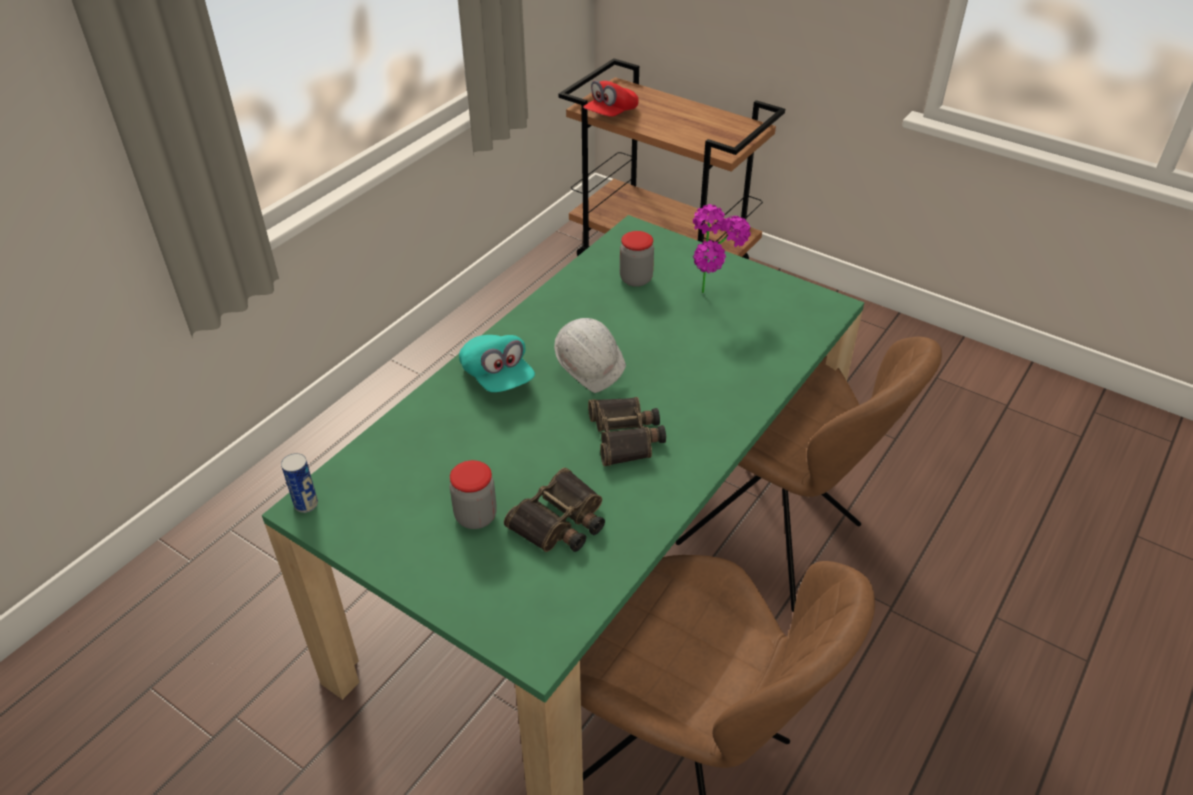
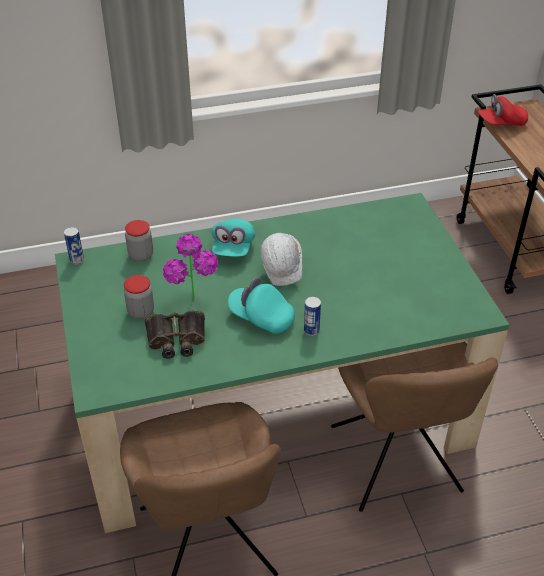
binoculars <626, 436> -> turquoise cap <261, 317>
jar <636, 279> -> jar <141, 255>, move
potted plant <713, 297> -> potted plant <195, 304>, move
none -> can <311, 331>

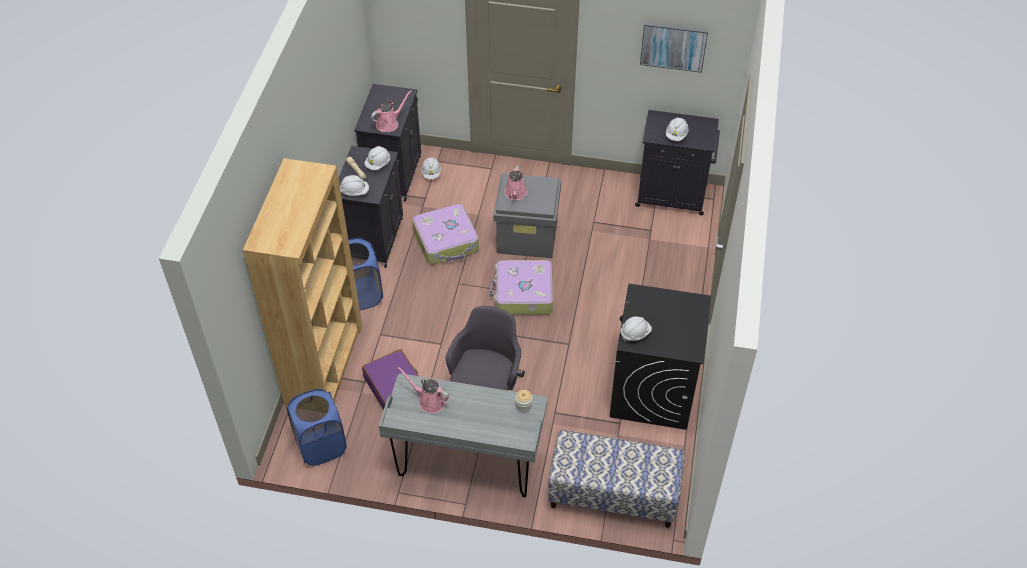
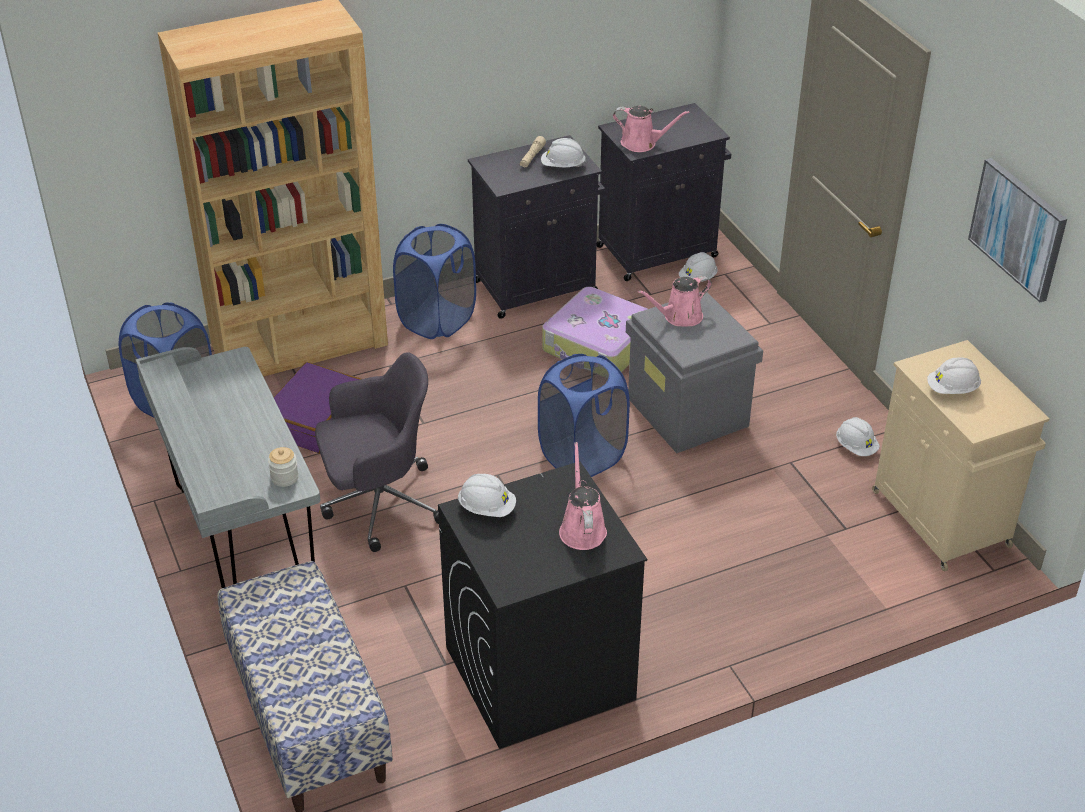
white hard hat <354, 191> -> white hard hat <856, 447>, move
pink watering can <429, 400> -> pink watering can <582, 528>, move
suitcase <523, 294> -> blue laundry basket <582, 456>
black cabinet <673, 196> -> beige cabinet <942, 521>

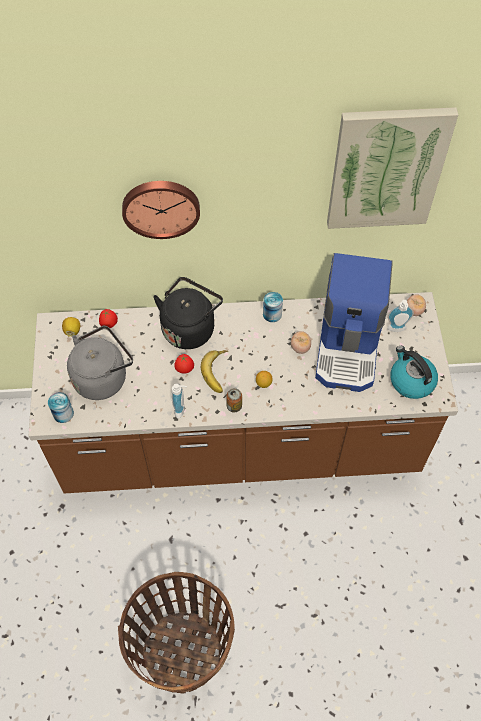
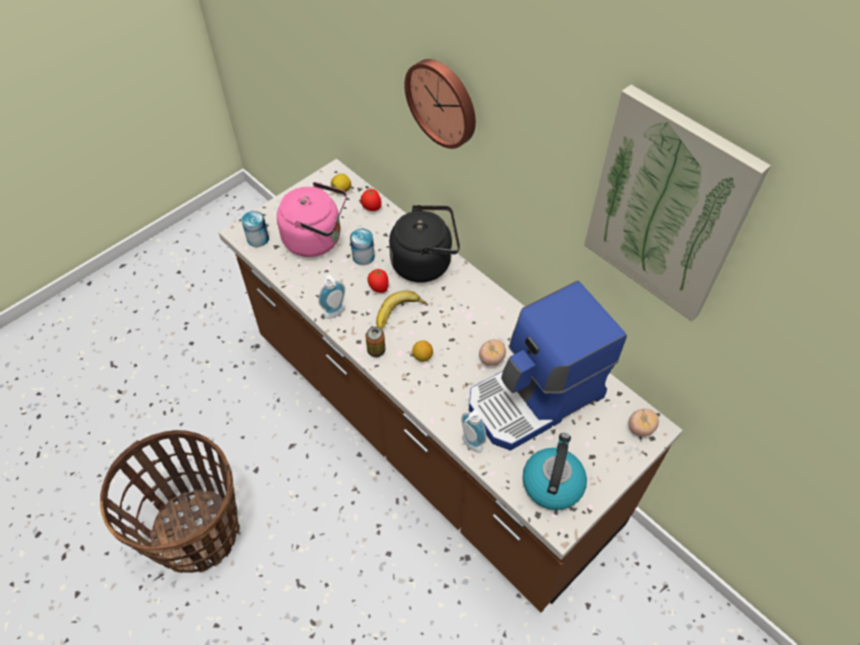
grey kettle <103, 377> -> pink kettle <316, 239>
can <272, 314> -> can <363, 256>, move
soap dispenser <397, 330> -> soap dispenser <470, 445>, move

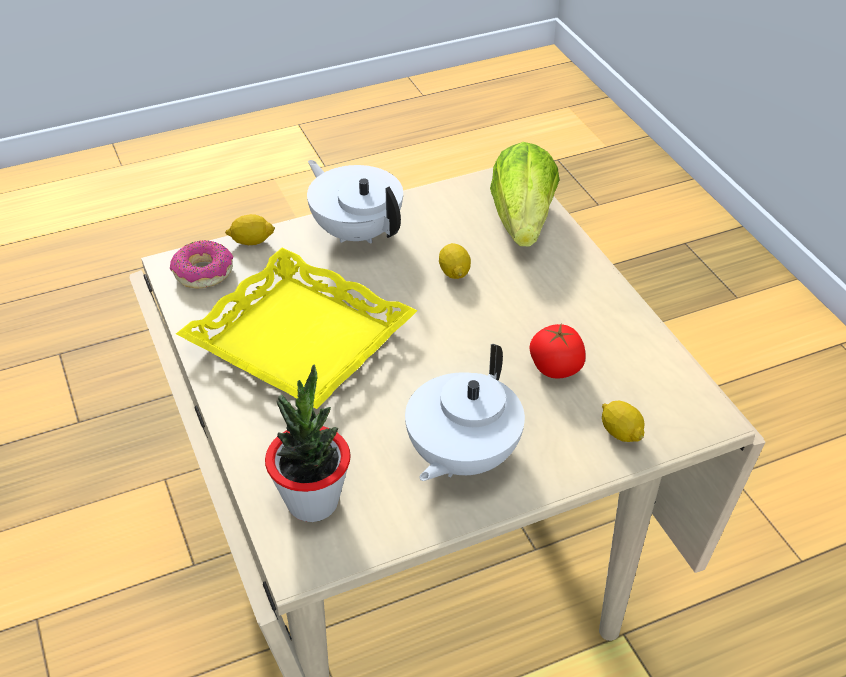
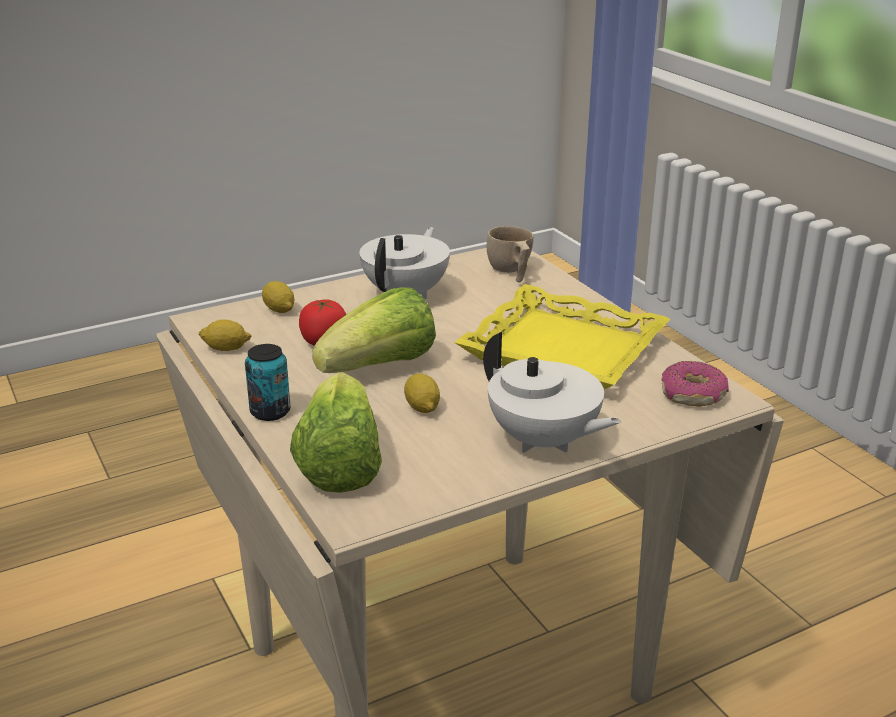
lemon <251, 241> -> lemon <226, 348>, move
potted plant <312, 501> -> beige cup <511, 272>
none -> can <270, 412>
none -> lettuce <381, 367>

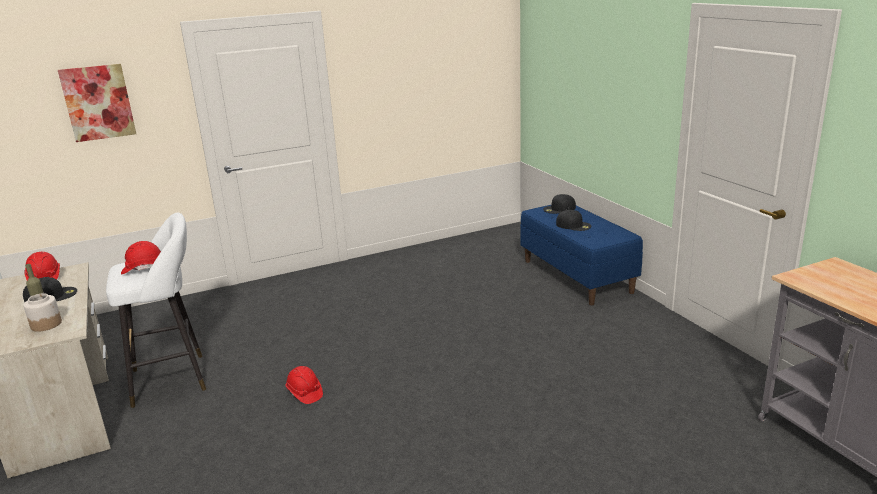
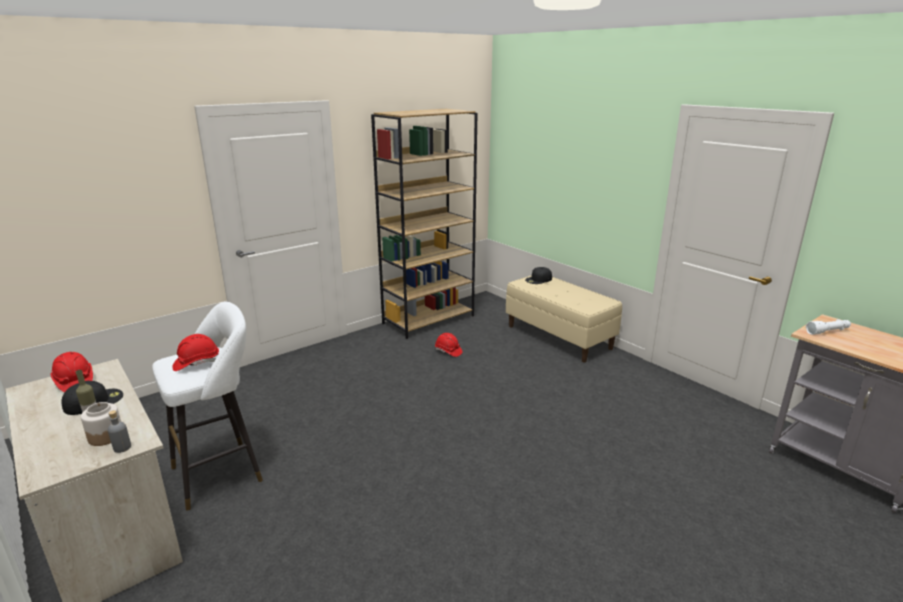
picture <98, 102> -> none
red hard hat <304, 393> -> red hard hat <448, 351>, move
blue bench <577, 276> -> beige bench <559, 337>
black cap <574, 225> -> none
none -> grey bottle <122, 447>
none -> brown bookcase <429, 319>
none -> white flashlight <828, 331>

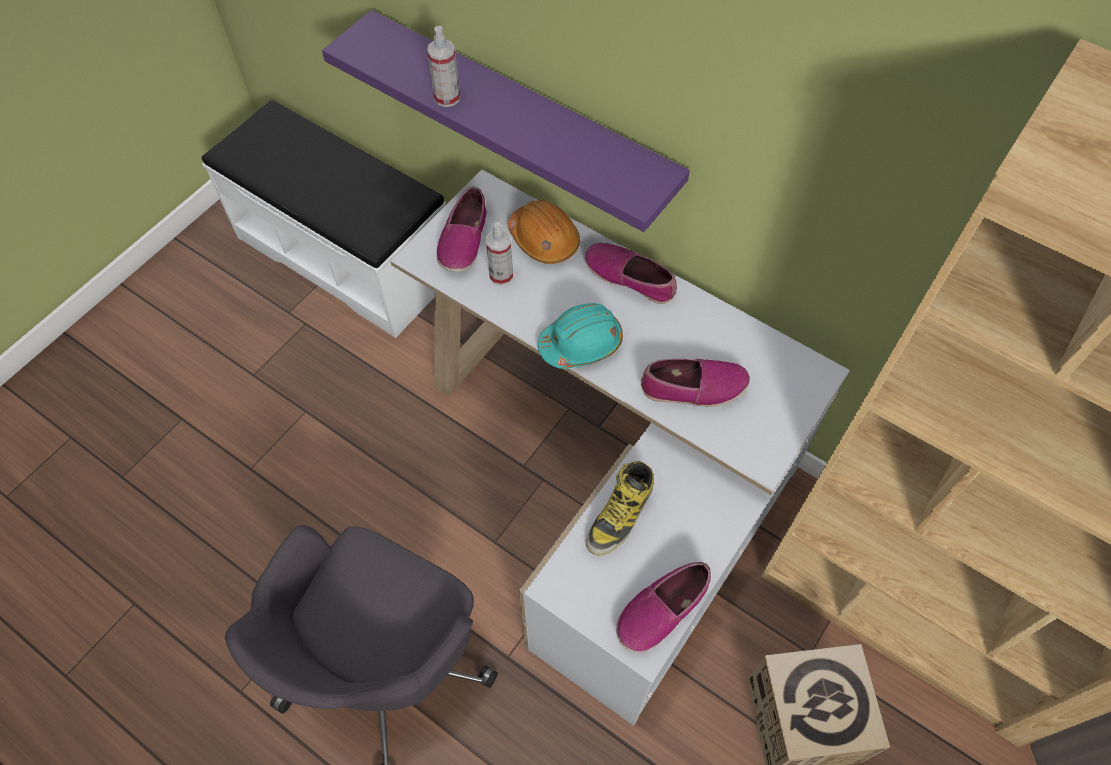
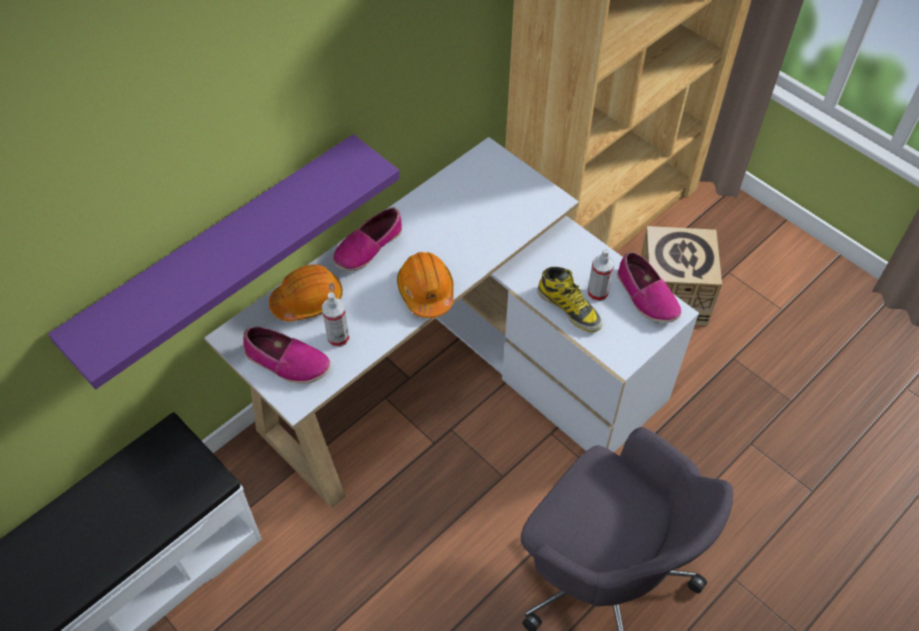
spray bottle <447, 97> -> spray bottle <597, 293>, move
turquoise hard hat <581, 343> -> orange hard hat <426, 291>
shoe <693, 387> -> none

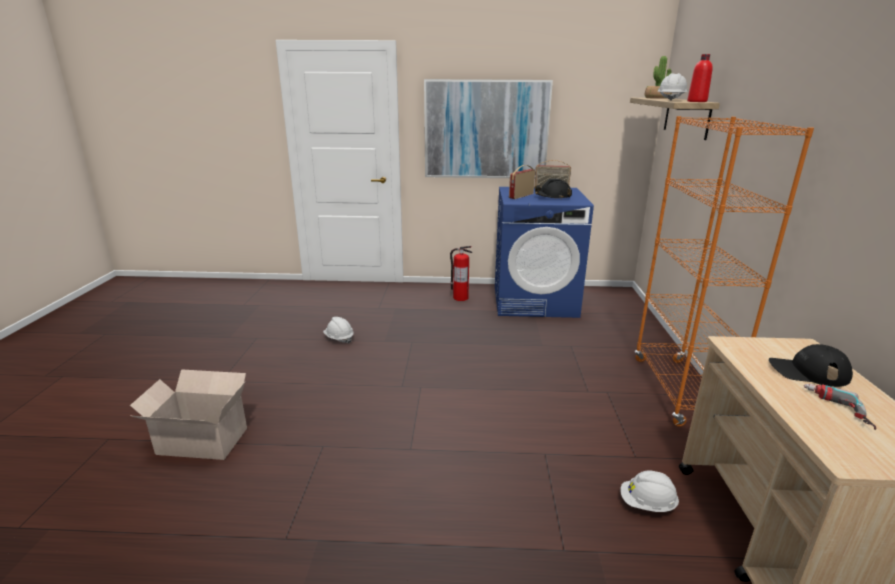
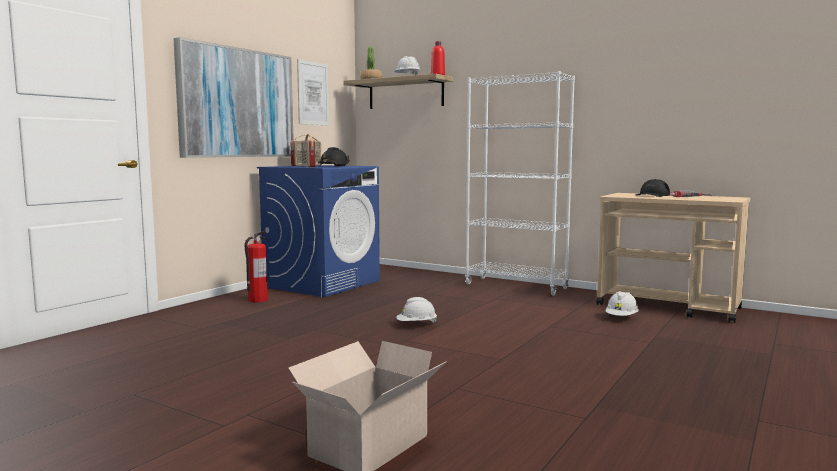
white hard hat <339, 338> -> white hard hat <416, 325>, move
orange bookcase <678, 391> -> white bookcase <516, 286>
none -> picture <313, 93>

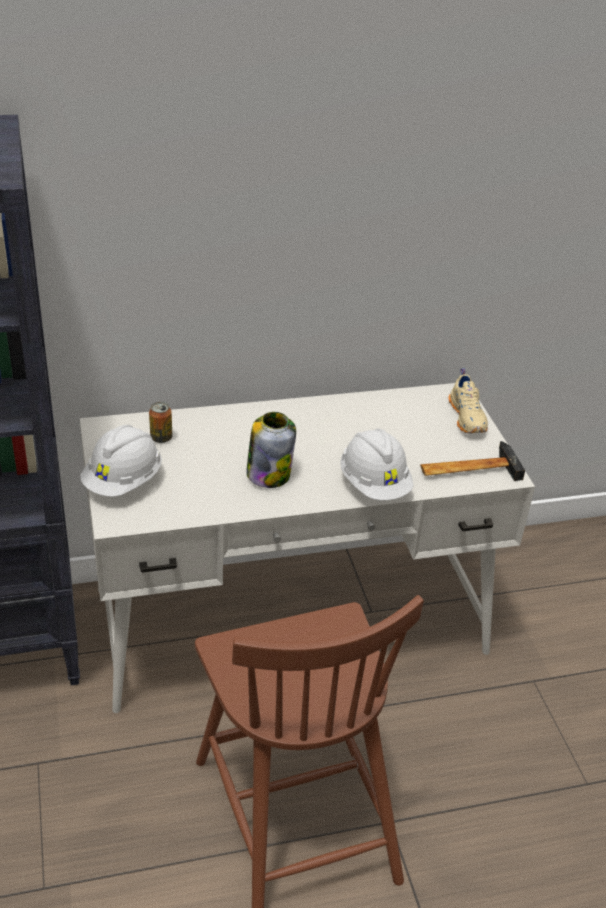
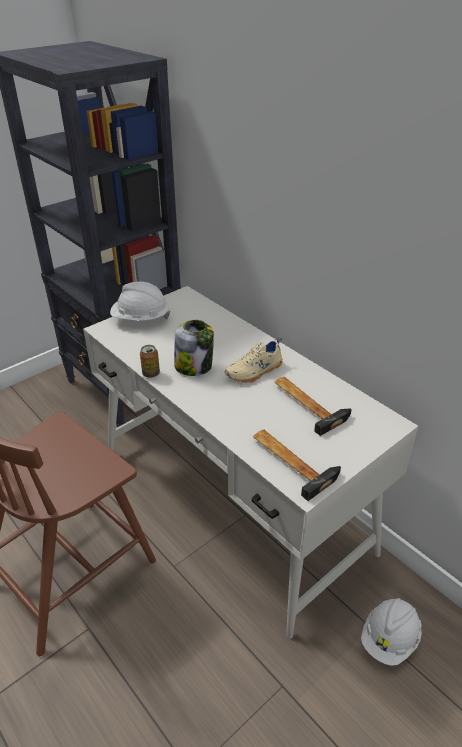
can <161, 438> -> can <151, 373>, move
white hard hat <374, 484> -> white hard hat <389, 639>, move
beige shoe <468, 417> -> beige shoe <255, 372>, move
none -> hammer <307, 403>

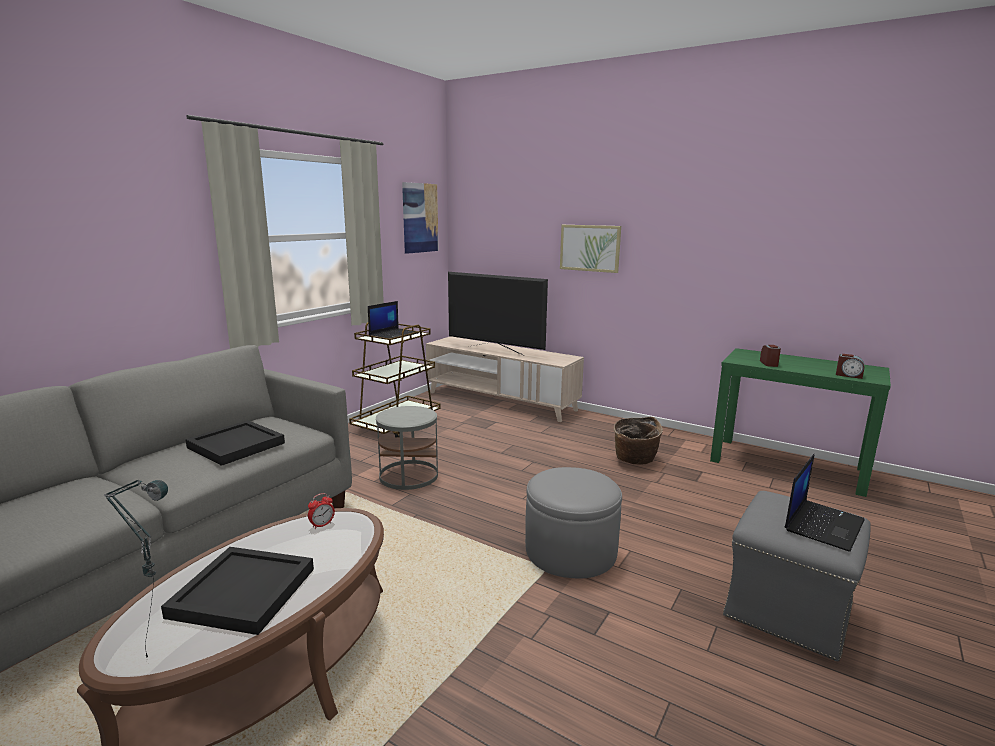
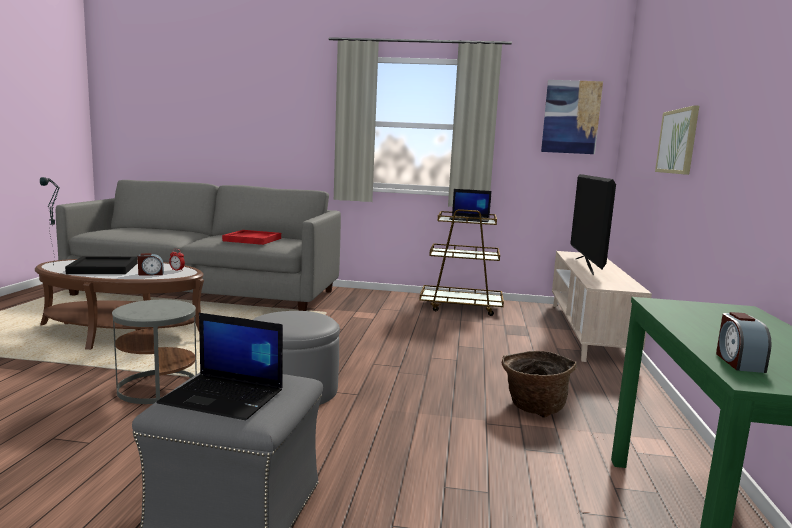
black tray <235, 445> -> red tray <252, 239>
grey side table <409, 476> -> grey side table <157, 388>, move
alarm clock <769, 363> -> alarm clock <151, 274>, move

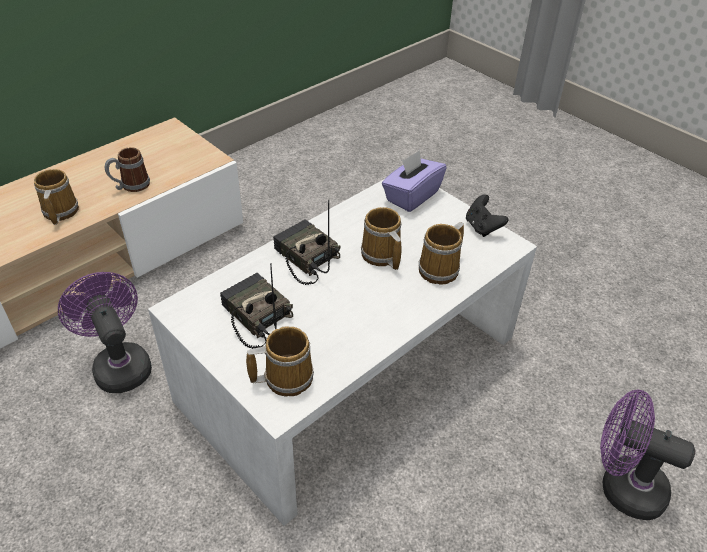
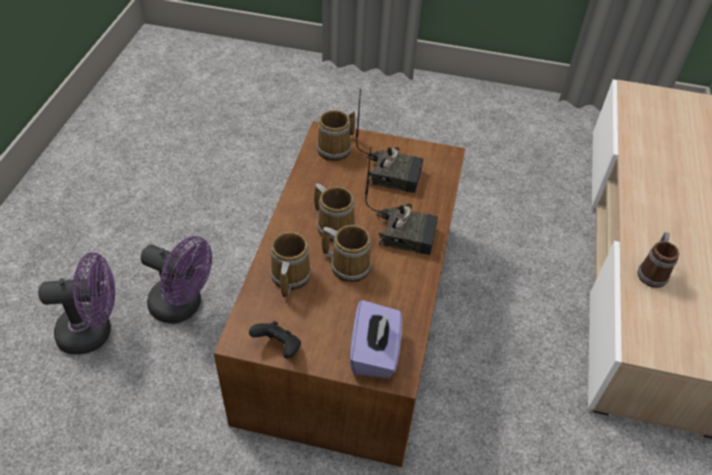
mug <59, 212> -> mug <335, 225>, move
purple fan <119, 364> -> purple fan <183, 306>, move
white coffee table <349, 367> -> brown coffee table <353, 316>

